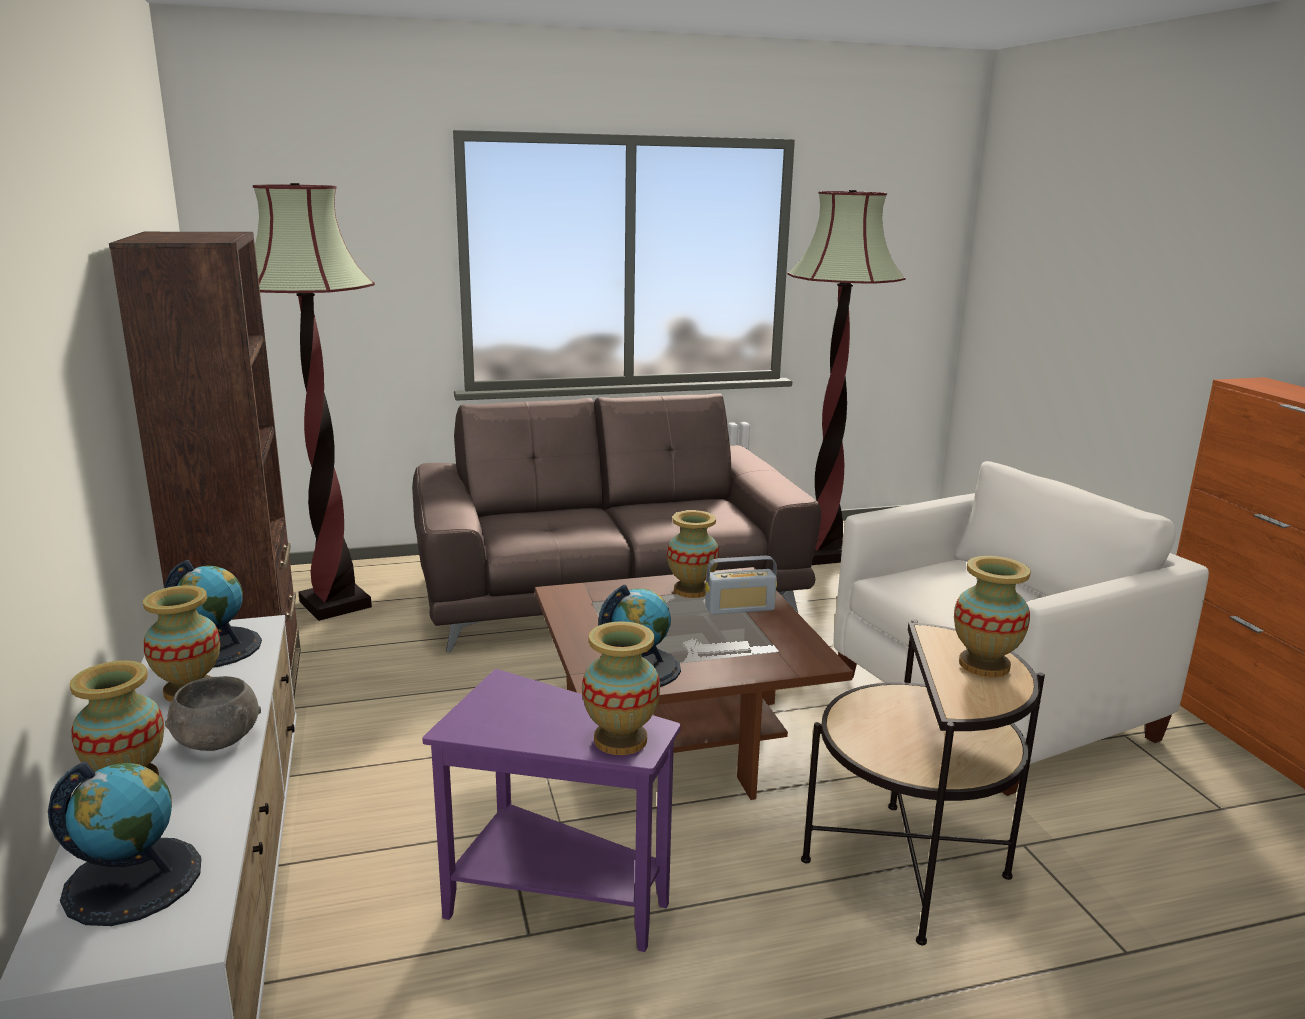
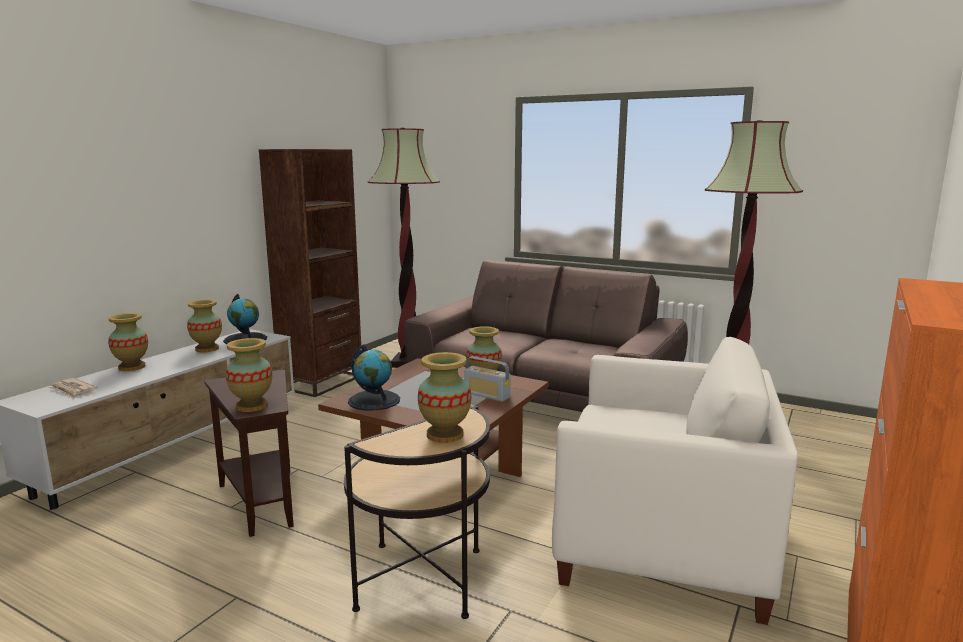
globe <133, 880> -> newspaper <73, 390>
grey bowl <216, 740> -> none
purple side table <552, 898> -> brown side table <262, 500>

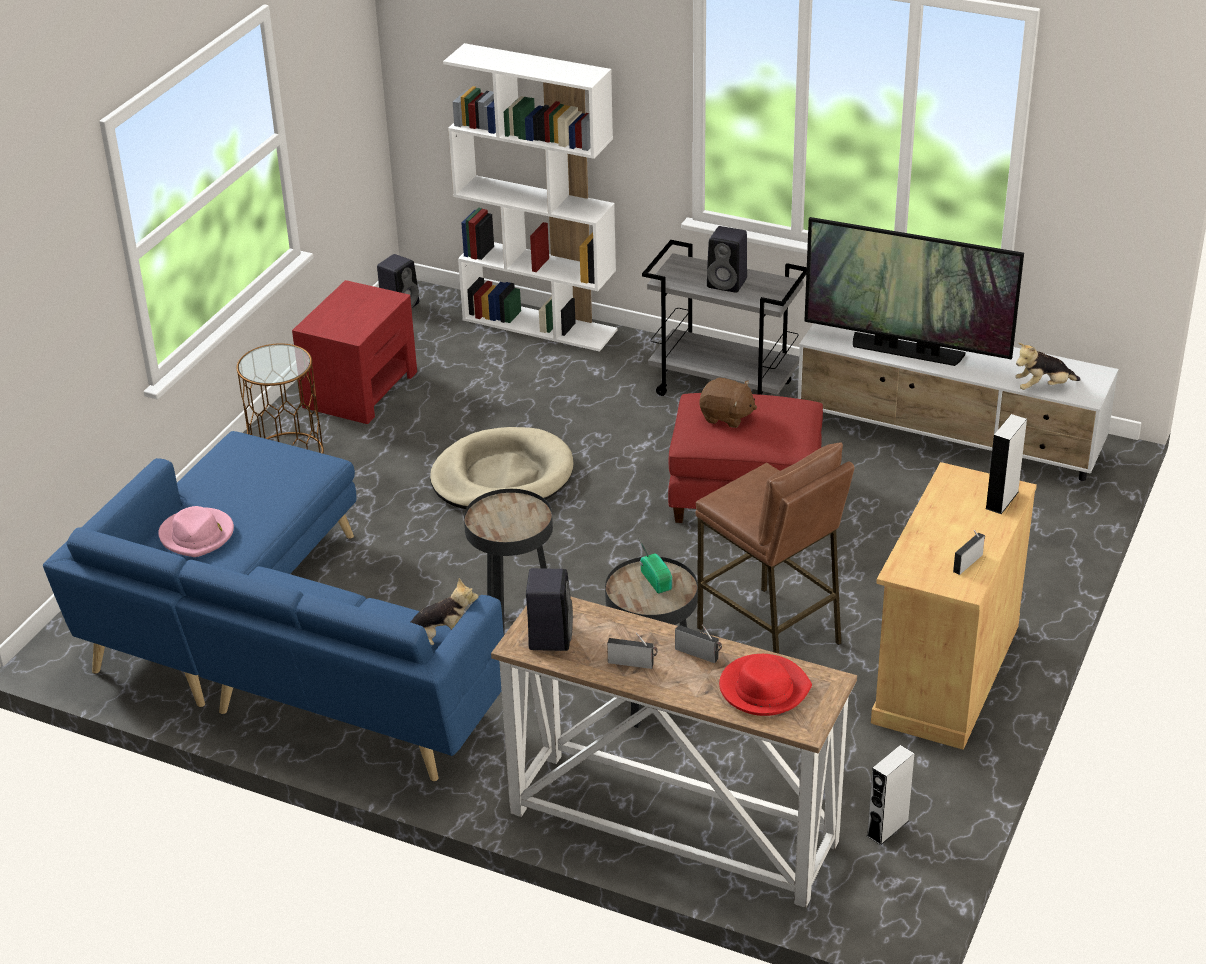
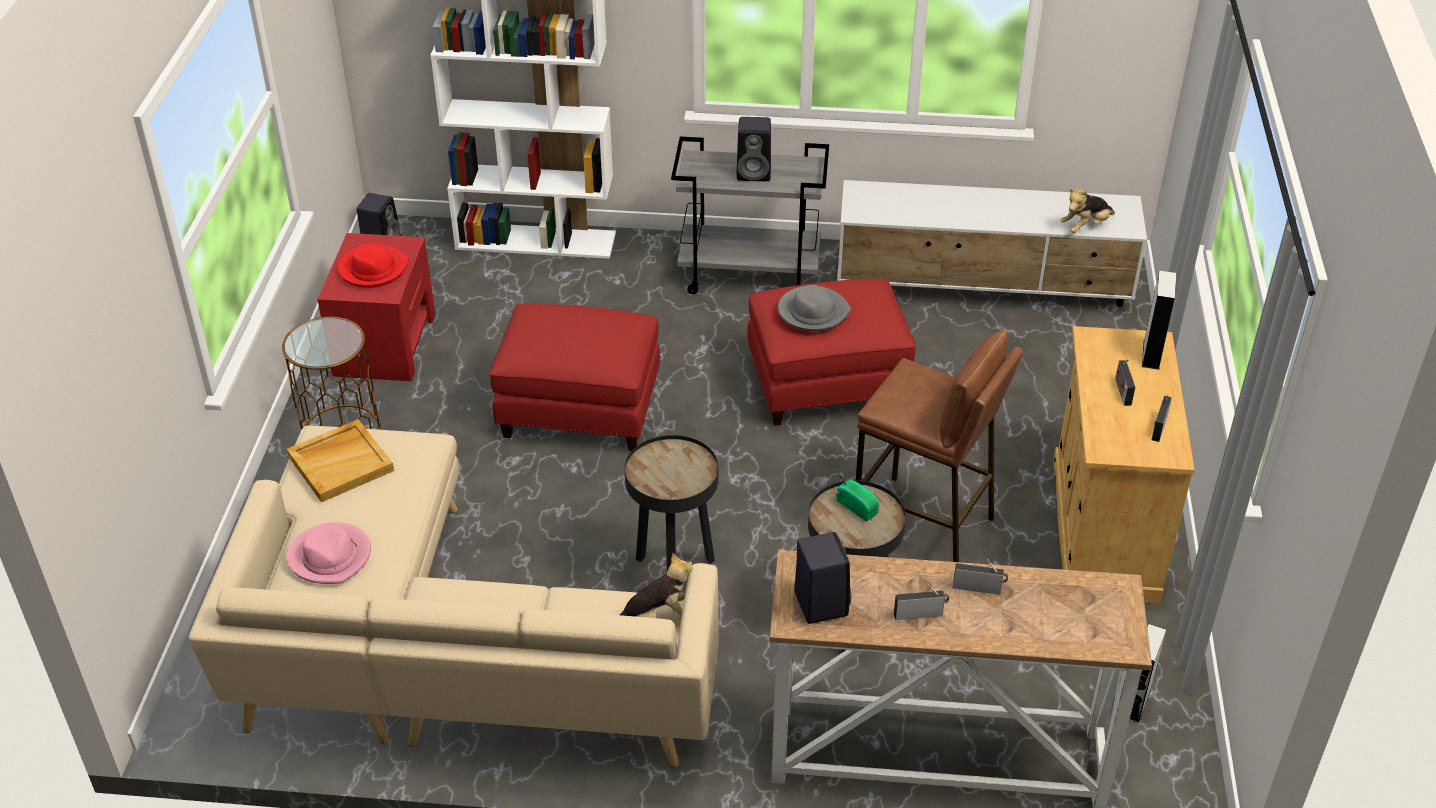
blue sofa <277, 651> -> beige sofa <438, 658>
beige dog bed <502, 477> -> red ottoman <579, 411>
brown plush toy <726, 417> -> grey hat <812, 312>
red hat <763, 689> -> red hat <373, 269>, move
television <906, 350> -> none
none -> beige tray <341, 463>
none -> radio <1122, 390>

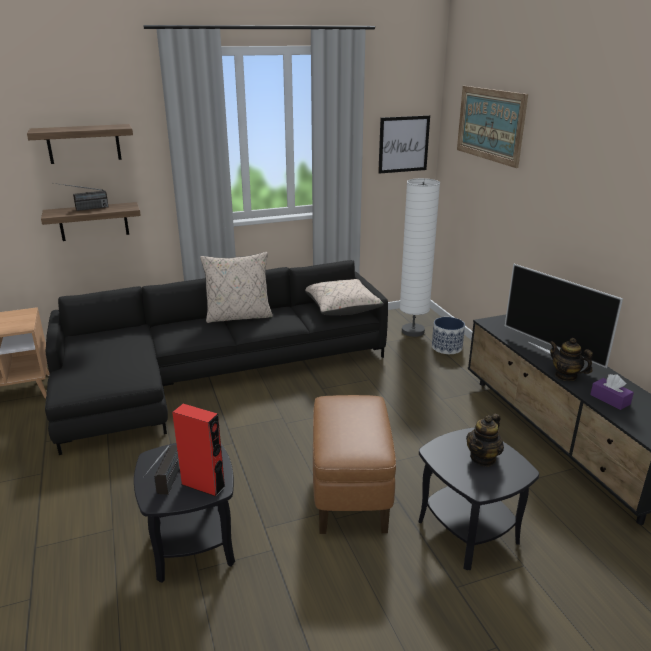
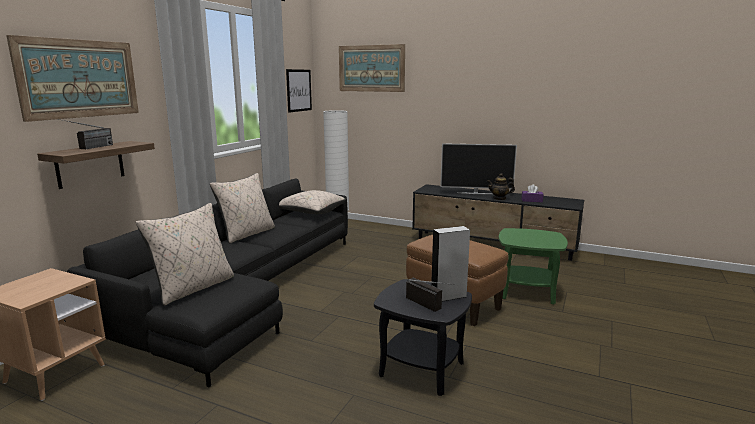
shelf <84, 144> -> picture <79, 78>
red speaker <203, 485> -> grey speaker <448, 297>
black side table <468, 532> -> green side table <527, 292>
planter <447, 347> -> none
teapot <483, 458> -> none
none -> beige pillow <194, 288>

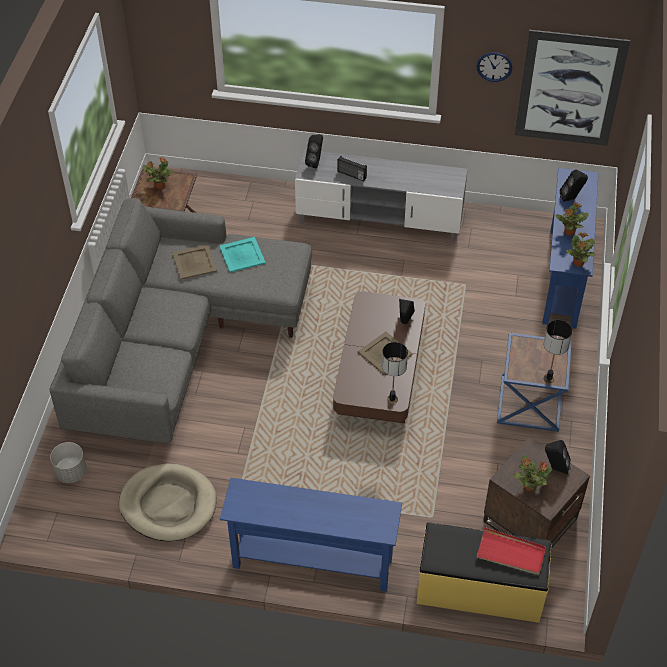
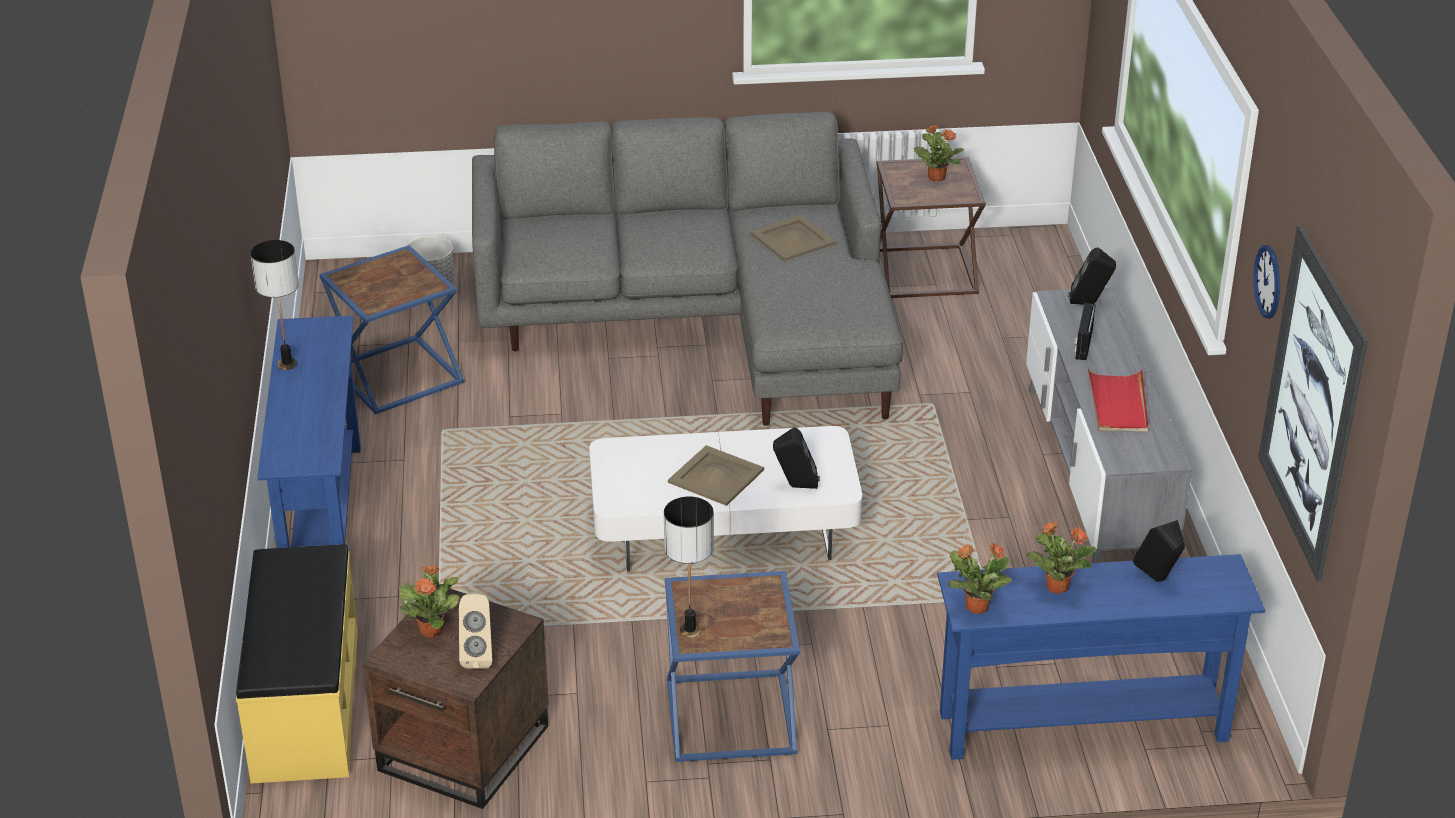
beige dog bed <168, 504> -> blue side table <398, 374>
turquoise tray <241, 255> -> none
brown coffee table <379, 374> -> white coffee table <724, 529>
table lamp <392, 399> -> table lamp <288, 364>, move
red tray <511, 553> -> red tray <1118, 404>, move
black speaker <555, 468> -> beige speaker <478, 656>

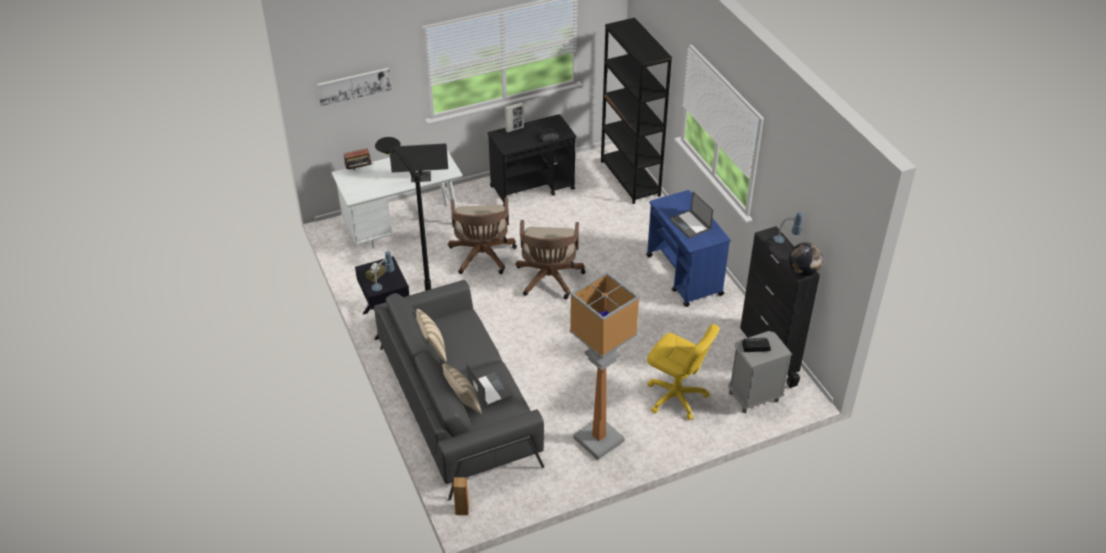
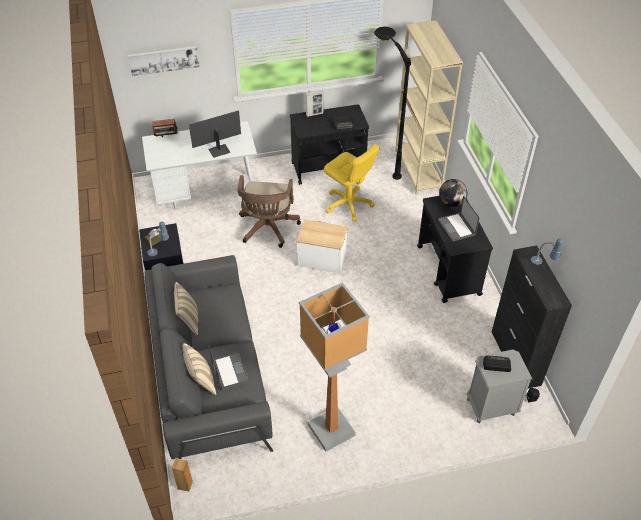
black floor lamp <411, 288> -> black floor lamp <382, 159>, move
monitor <421, 177> -> monitor <219, 150>, 150 degrees clockwise
brown office chair <549, 280> -> side table <322, 259>
black bookcase <630, 179> -> beige bookcase <418, 170>
blue cart <684, 275> -> black cart <448, 271>
yellow office chair <676, 397> -> yellow office chair <348, 204>, move
globe <803, 271> -> globe <451, 203>, move

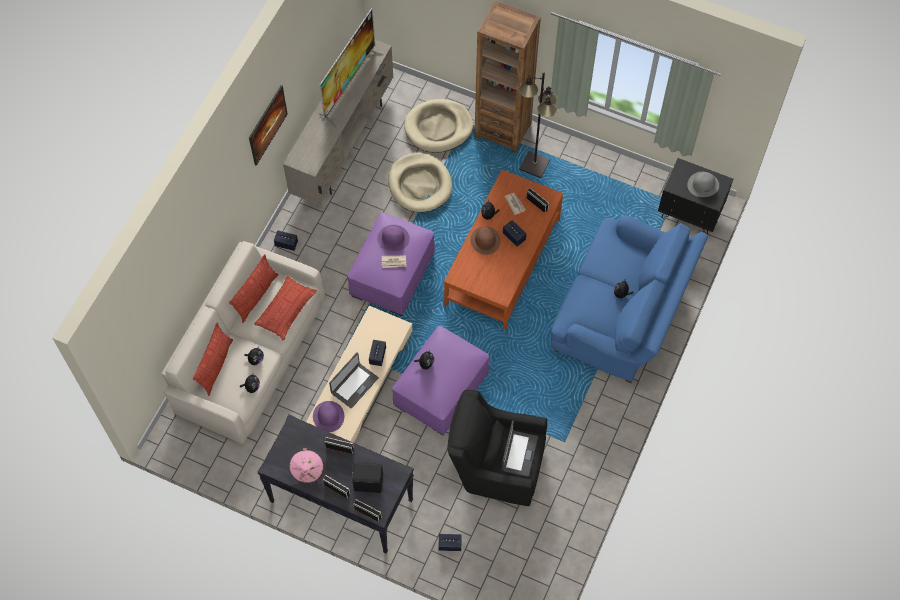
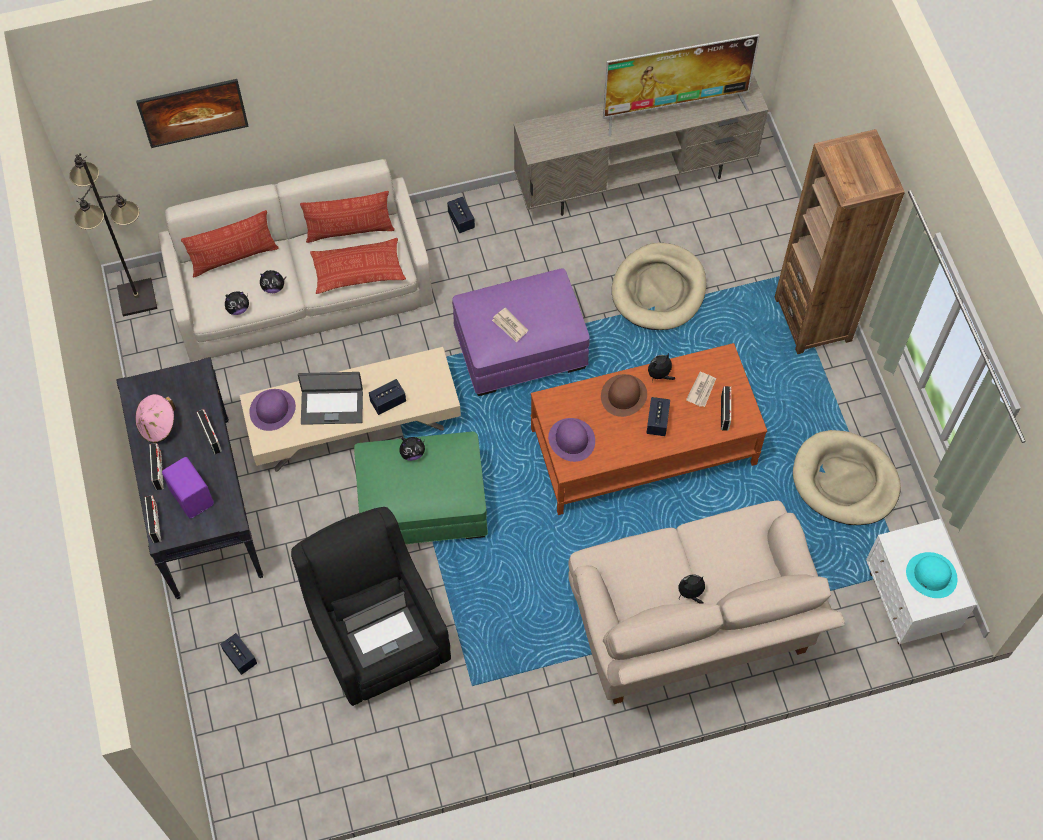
picture <269, 132> -> picture <196, 124>, move
black speaker <368, 482> -> purple speaker <192, 496>
purple hat <393, 238> -> purple hat <571, 439>, move
purple ottoman <441, 389> -> green ottoman <424, 504>
beige dog bed <438, 128> -> beige dog bed <844, 480>, move
black floor lamp <534, 164> -> black floor lamp <137, 297>, move
blue sofa <621, 317> -> beige sofa <692, 628>
black nightstand <690, 213> -> white nightstand <908, 603>
grey hat <703, 185> -> turquoise hat <931, 575>

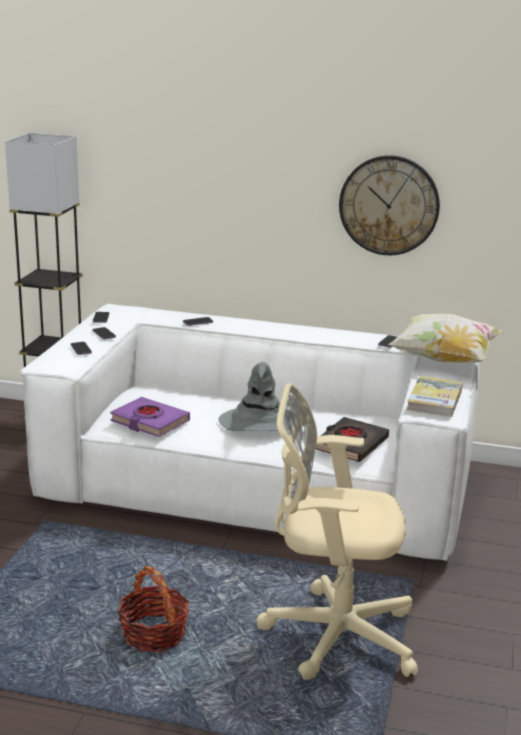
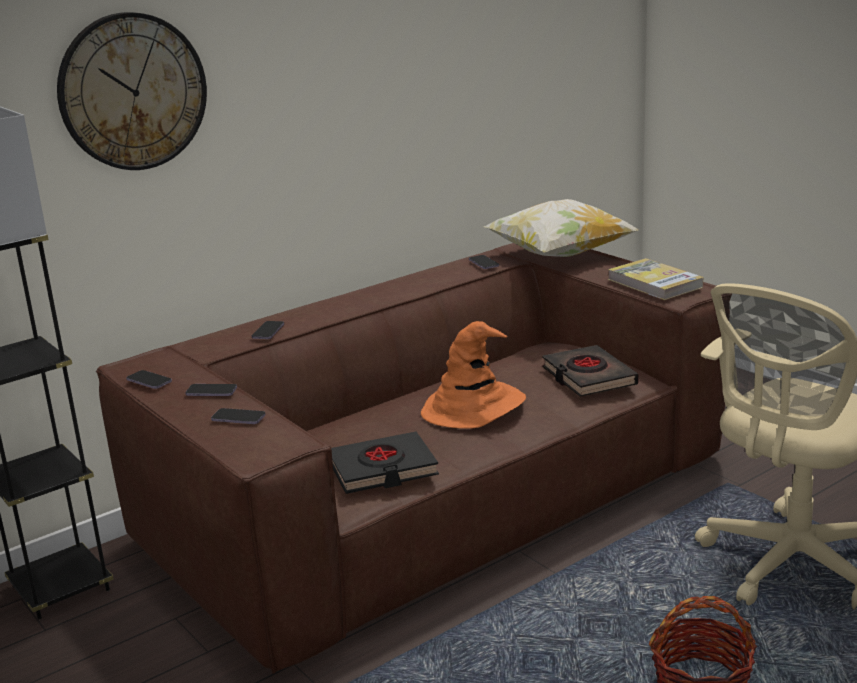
white sofa <257, 484> -> brown sofa <438, 500>
purple book <149, 422> -> black book <382, 469>
grey hat <258, 422> -> orange hat <473, 407>
wall clock <389, 205> -> wall clock <132, 92>, move

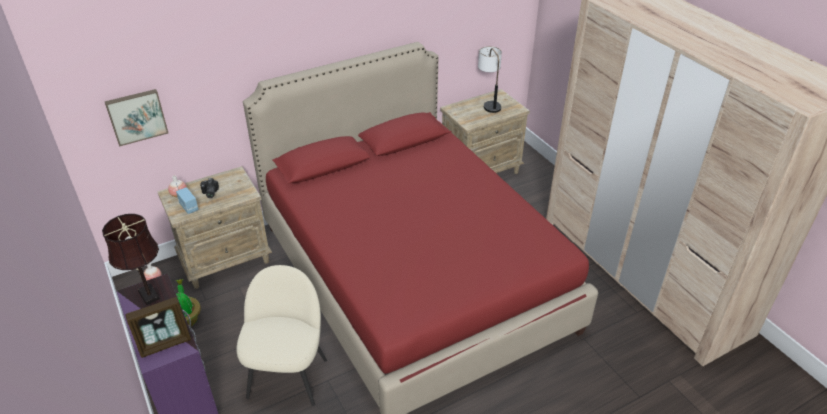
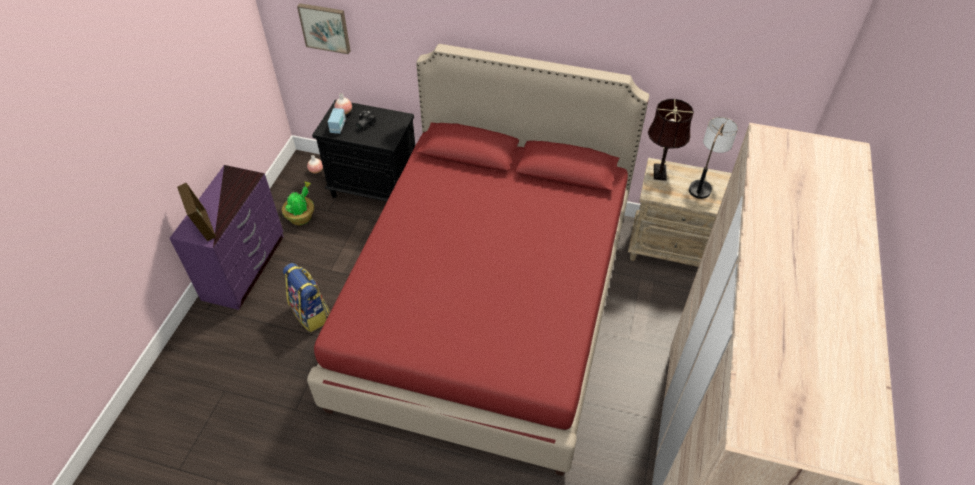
brown table lamp <148, 293> -> brown table lamp <660, 171>, move
picture frame <165, 343> -> picture frame <203, 226>, 135 degrees counterclockwise
beige nightstand <226, 260> -> black nightstand <375, 188>
beige chair <288, 376> -> backpack <311, 313>

